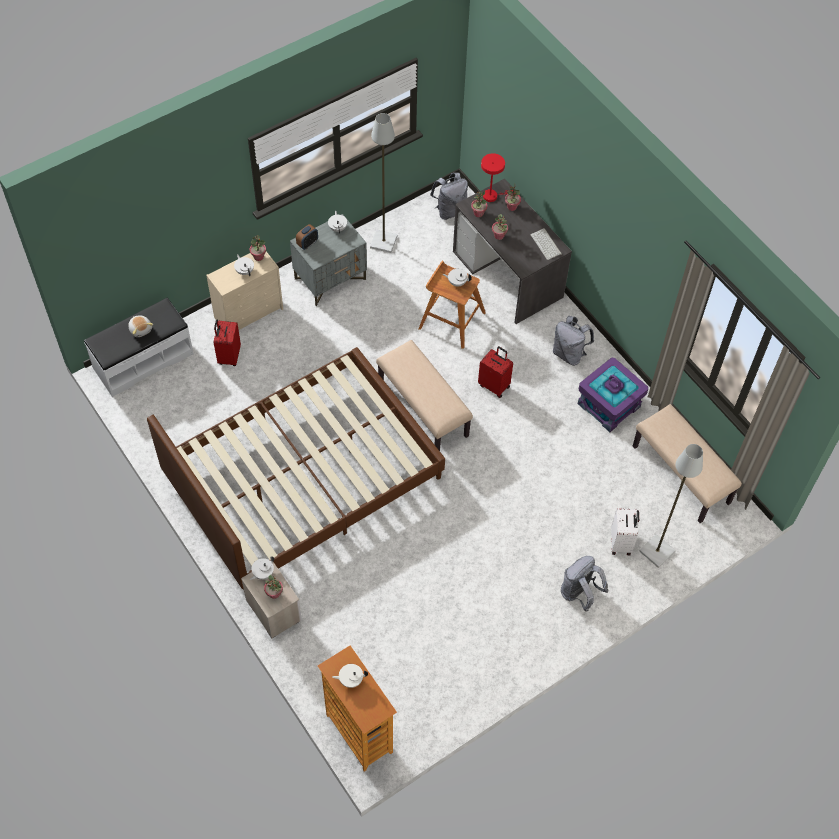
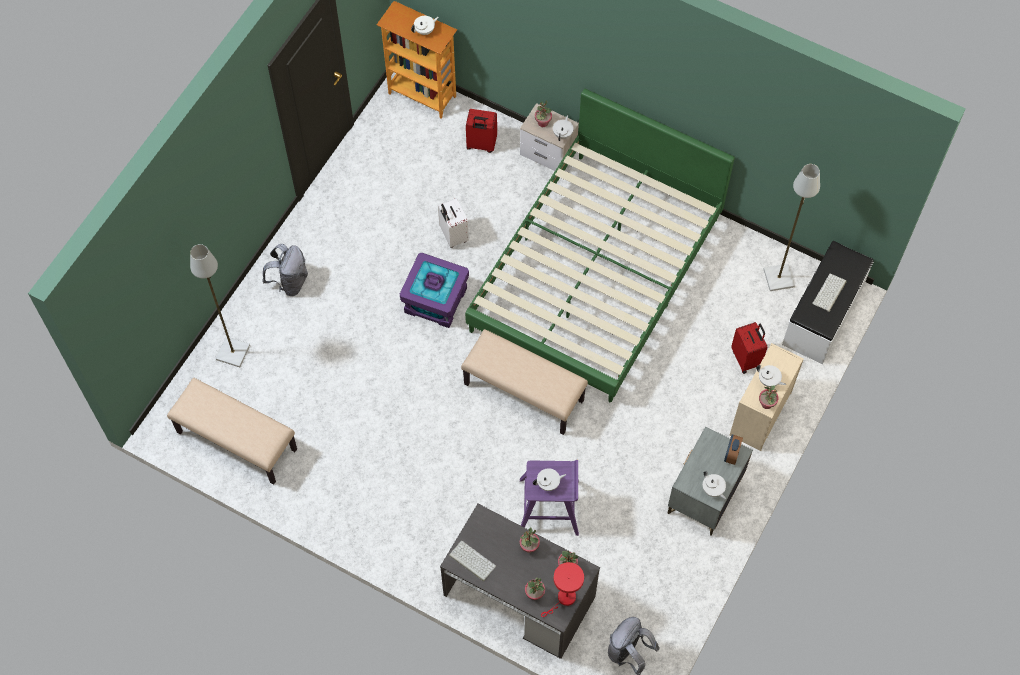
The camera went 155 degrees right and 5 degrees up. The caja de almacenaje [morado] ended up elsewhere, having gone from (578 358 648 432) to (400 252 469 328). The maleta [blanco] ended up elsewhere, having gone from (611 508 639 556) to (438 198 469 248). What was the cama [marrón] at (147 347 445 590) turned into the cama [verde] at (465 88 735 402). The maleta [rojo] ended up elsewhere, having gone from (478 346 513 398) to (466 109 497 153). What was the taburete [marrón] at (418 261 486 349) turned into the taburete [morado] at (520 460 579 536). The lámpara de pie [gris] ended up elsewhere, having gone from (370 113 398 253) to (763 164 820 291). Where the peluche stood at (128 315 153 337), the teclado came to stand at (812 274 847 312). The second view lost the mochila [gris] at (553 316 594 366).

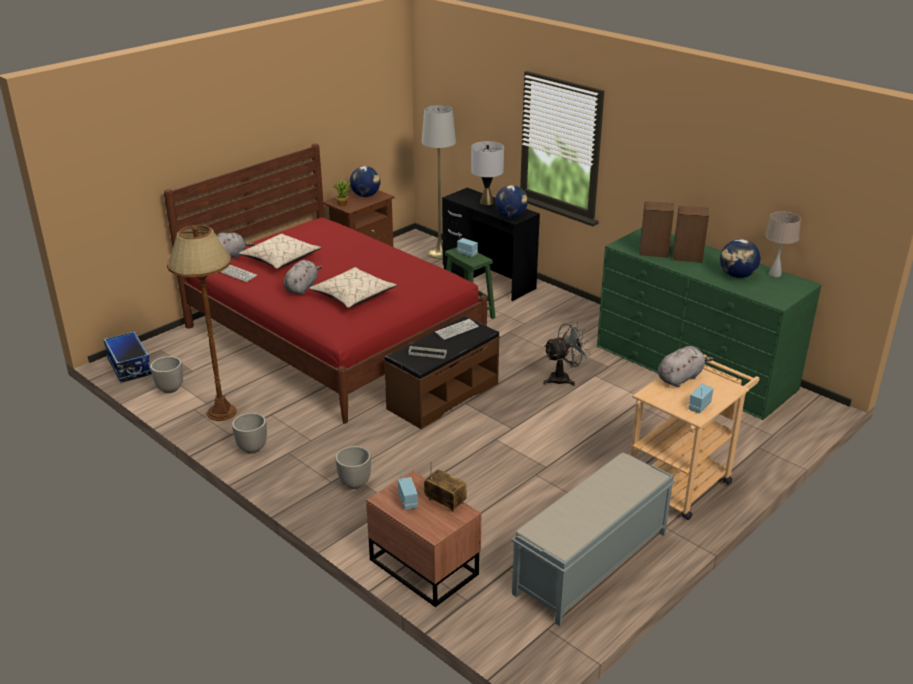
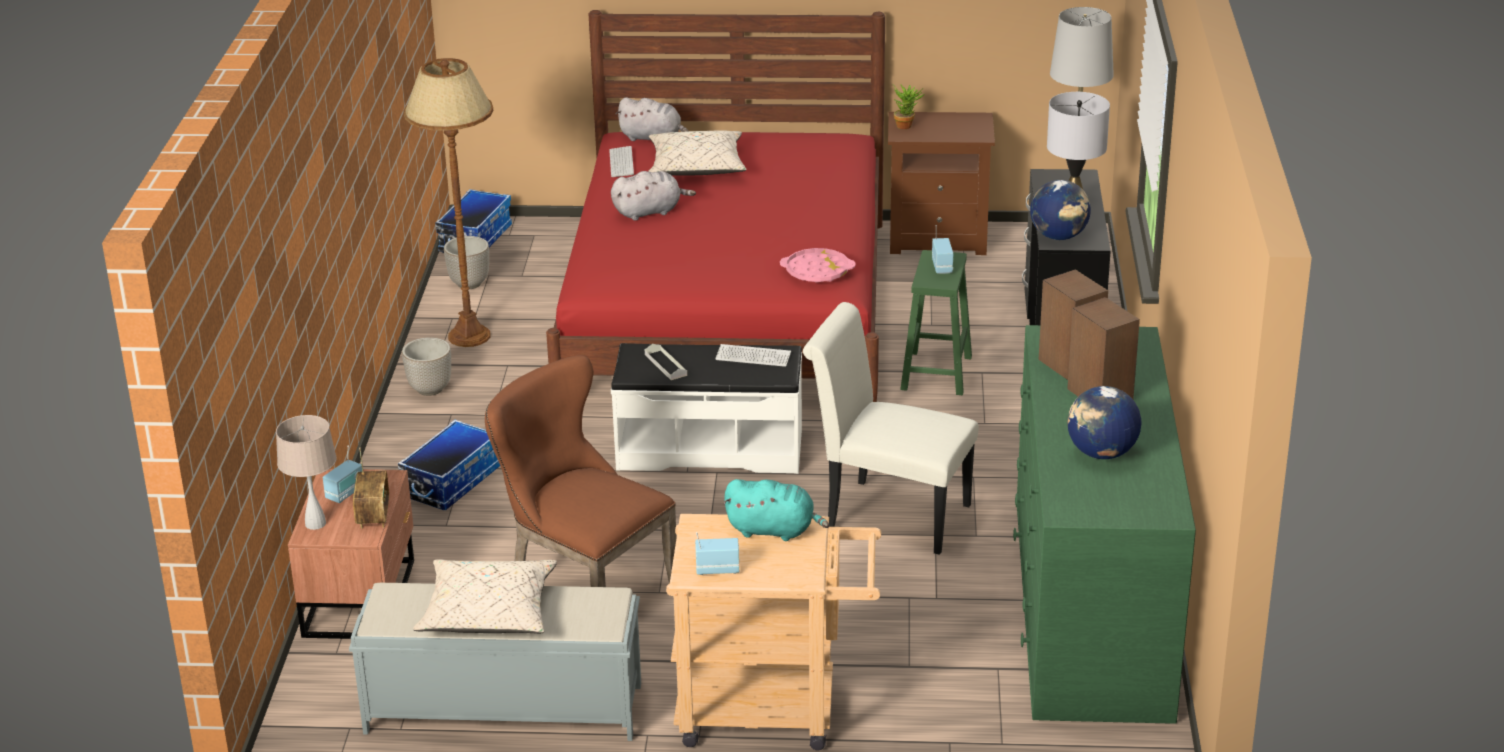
The camera went 50 degrees right and 0 degrees up. The lámpara de mesa [beis] ended up elsewhere, having gone from (765 211 801 277) to (276 415 337 530). Where the maceta stood at (336 446 371 489), the caja de almacenaje came to stand at (398 420 500 510). The cojín [beis] ended up elsewhere, having gone from (309 267 397 308) to (413 559 557 634). The second view gained the silla [marrón] at (485 355 677 587). What was the banco [marrón] at (384 316 500 429) turned into the banco [blanco] at (611 343 802 474). What was the peluche [gris] at (658 346 714 387) turned into the peluche [turquesa] at (723 479 829 541). The second view gained the bandeja [rosa] at (780 248 855 283). Where the ventilador [gris] stood at (543 322 590 386), the silla [blanco] came to stand at (803 302 979 555). The second view lost the globo terráqueo at (350 166 380 197).

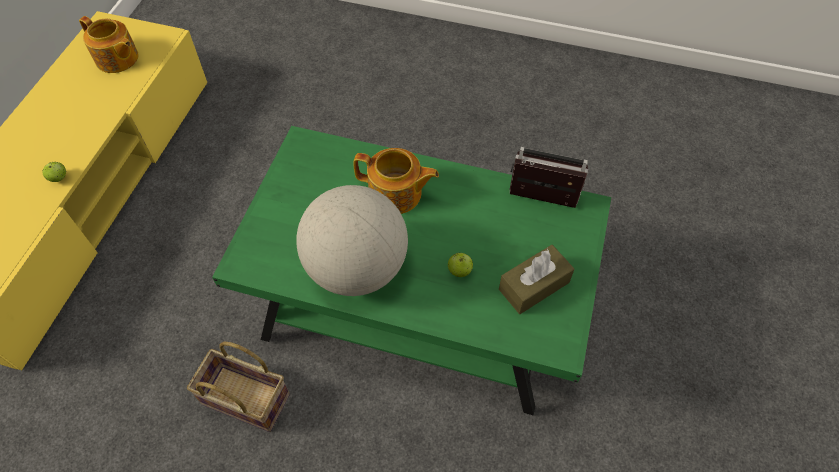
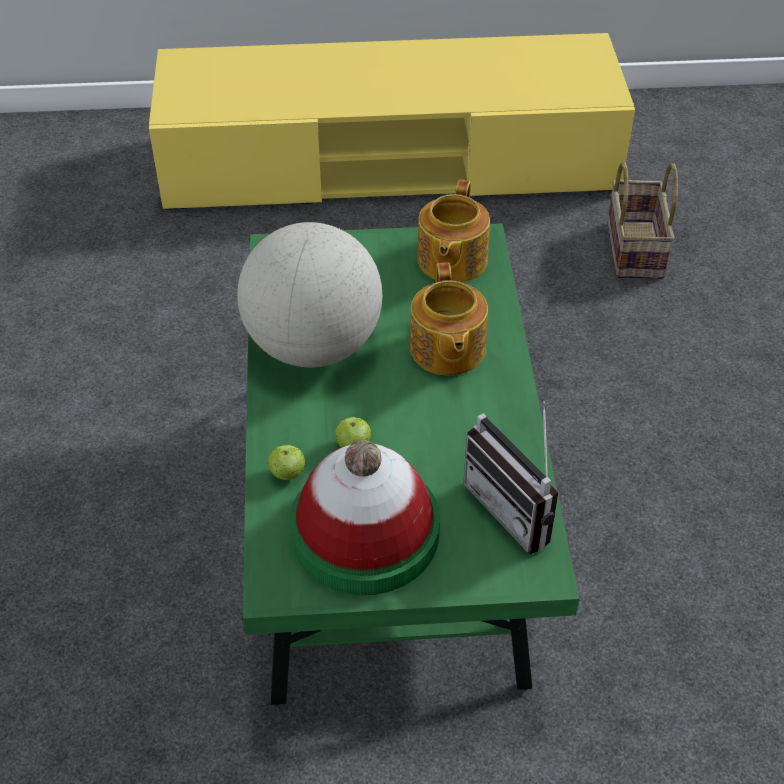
The camera went 70 degrees right and 10 degrees down. The manzana ended up elsewhere, having gone from (43 162 66 182) to (268 445 306 480). Where the caja de pañuelos [marrón] stood at (499 245 574 314), the sombrero came to stand at (290 440 440 595). The tetera ended up elsewhere, having gone from (79 16 138 73) to (417 179 490 282). The radio at (509 147 588 208) ended up facing another way, 150 degrees clockwise from before. The cesta ended up elsewhere, having gone from (187 342 290 432) to (607 162 678 279).

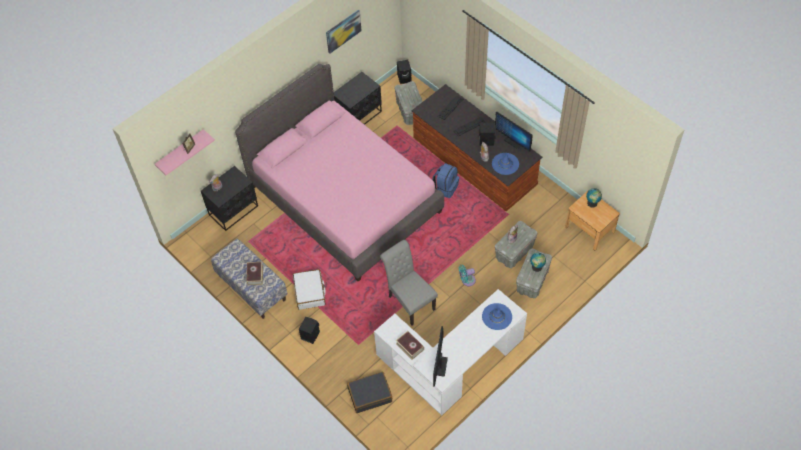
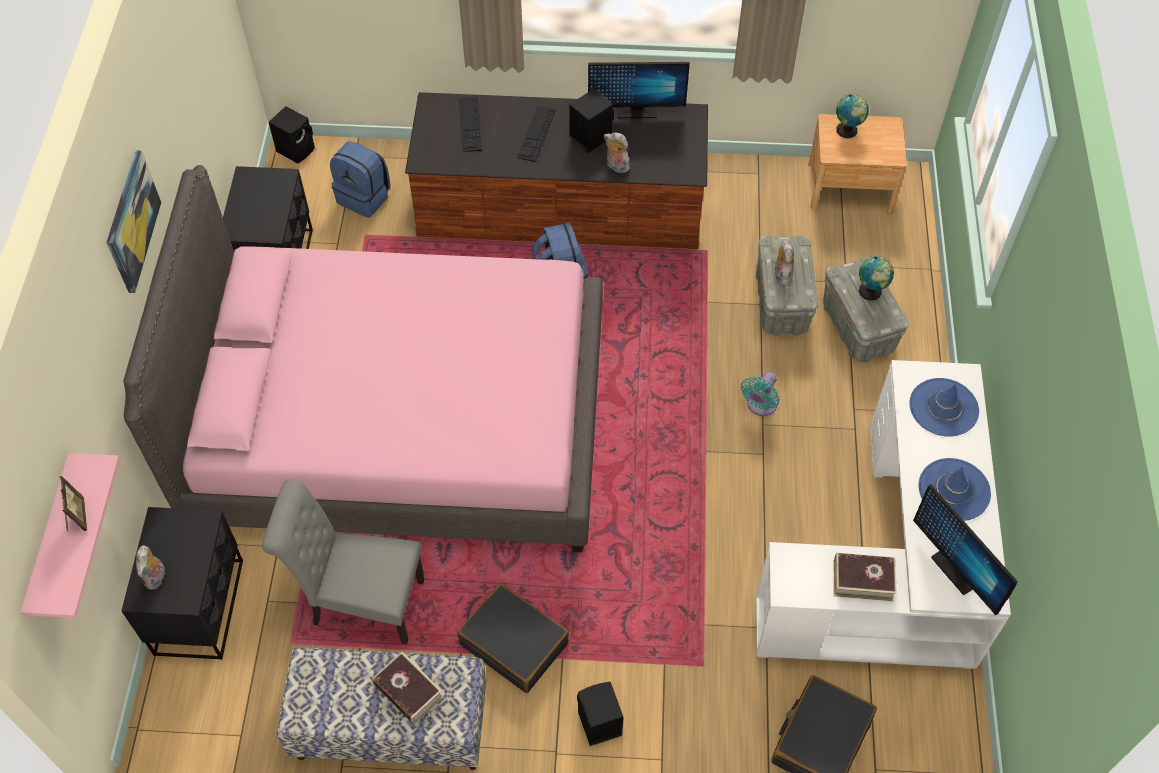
The camera went 45 degrees left and 0 degrees up. The cuadro ended up elsewhere, having gone from (326 10 362 54) to (106 150 161 293). The silla [gris] ended up elsewhere, having gone from (380 240 438 326) to (262 479 424 644). Where the caja de almacenaje [gris] stood at (394 81 423 125), the mochila [azul] came to stand at (330 141 390 218). What was the maleta [blanco] at (293 269 326 310) turned into the maleta [negro] at (457 583 569 693). The sombrero [azul] ended up elsewhere, having gone from (492 153 519 175) to (919 458 991 521).

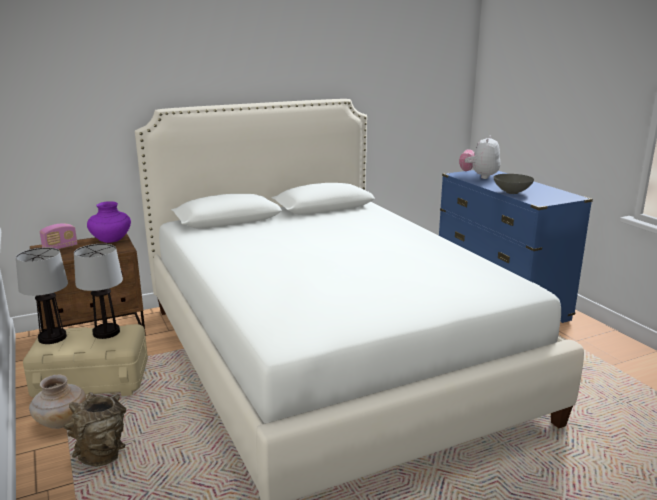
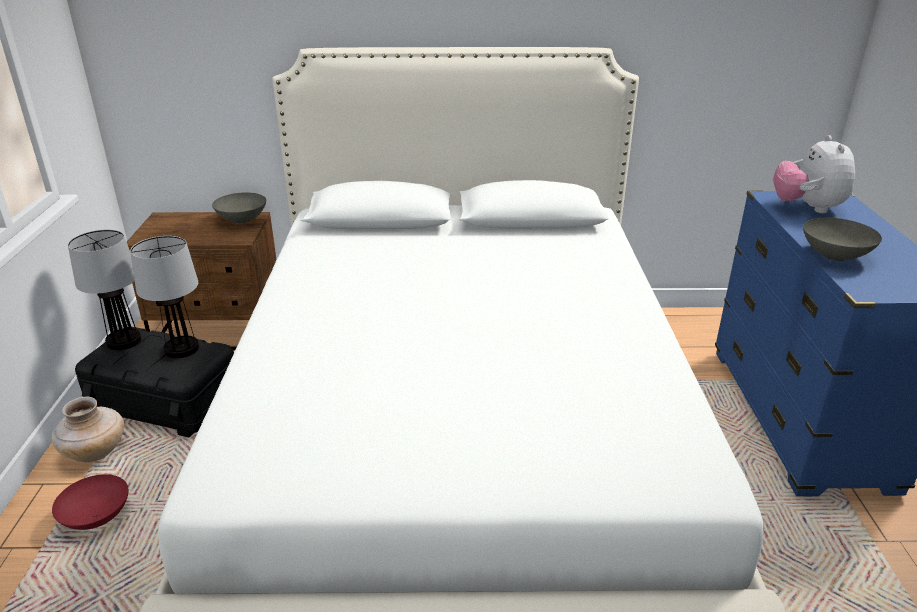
The camera went 25 degrees right and 10 degrees up. Where the florero [marrón] stood at (63 392 126 467), the cuenco [rojo] came to stand at (52 474 128 530). What was the caja de almacenaje [beis] at (23 324 148 398) turned into the caja de almacenaje [negro] at (75 327 234 438). Where the florero [morado] stood at (87 201 131 243), the cuenco [gris] came to stand at (212 192 266 224). The peluche at (459 136 500 179) ended up facing another way, 45 degrees counterclockwise from before. The second view lost the radio at (39 223 78 249).

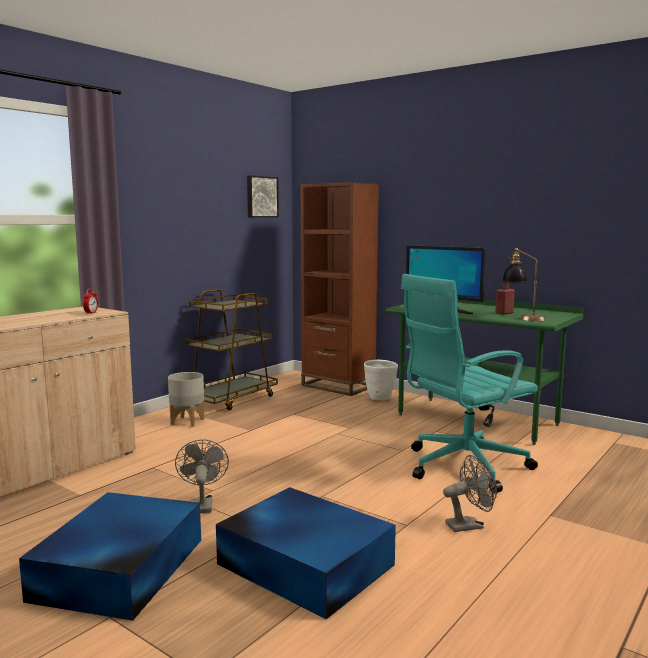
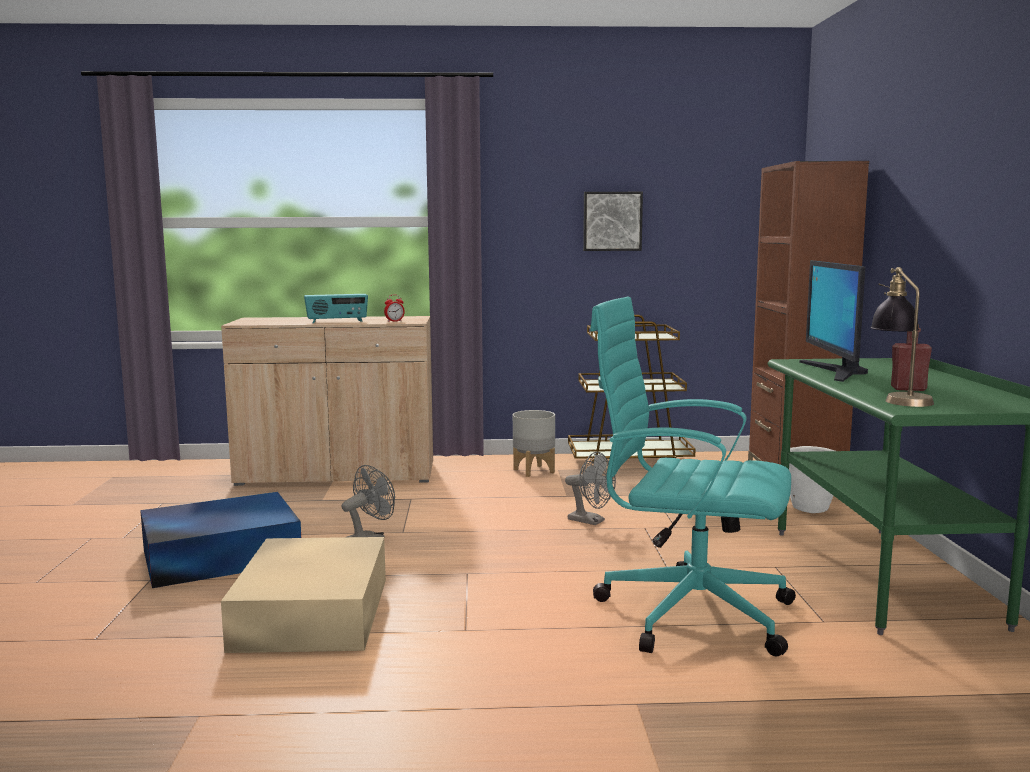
The camera went 50 degrees right and 0 degrees up. What was the caja de almacenaje [azul] at (216 487 396 619) turned into the caja de almacenaje [beis] at (221 537 386 653). The second view gained the radio at (304 294 368 323). The ventilador [gris] ended up elsewhere, having gone from (443 455 497 532) to (565 452 616 525). The cuadro ended up elsewhere, having gone from (247 175 279 218) to (583 192 643 251).

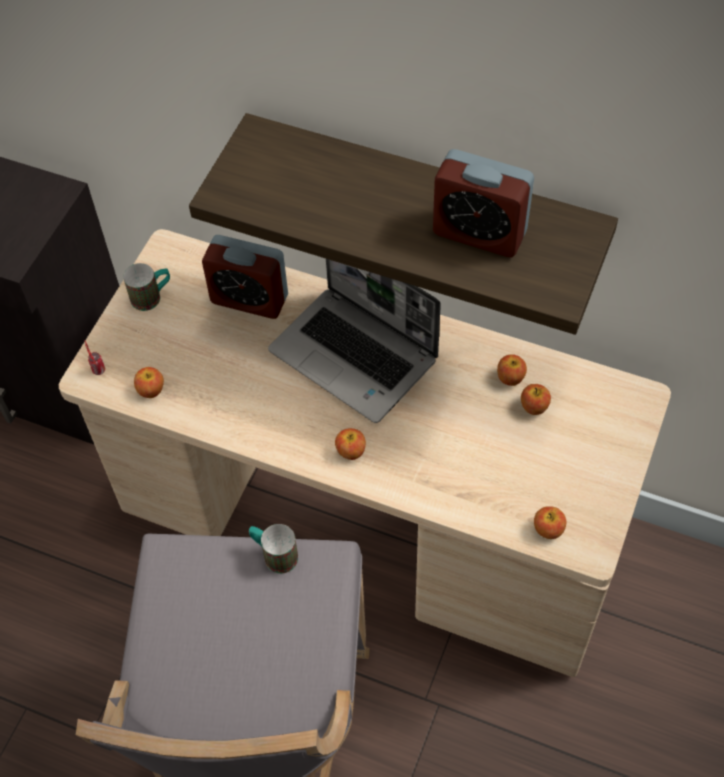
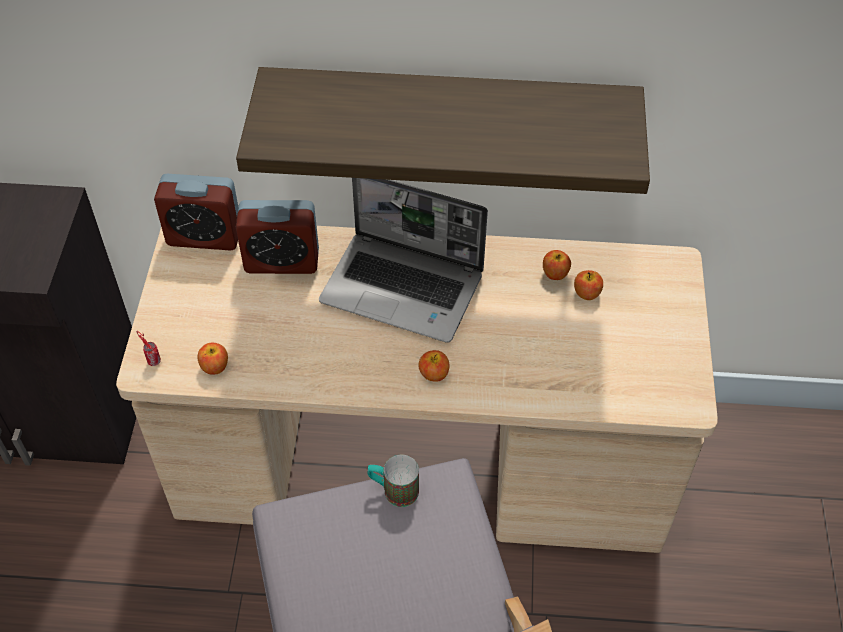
The camera went 20 degrees left and 5 degrees down. The despertador ended up elsewhere, having gone from (433 149 534 257) to (154 174 238 251). The second view lost the taza grande at (123 263 170 311). The second view lost the manzana at (534 506 566 539).

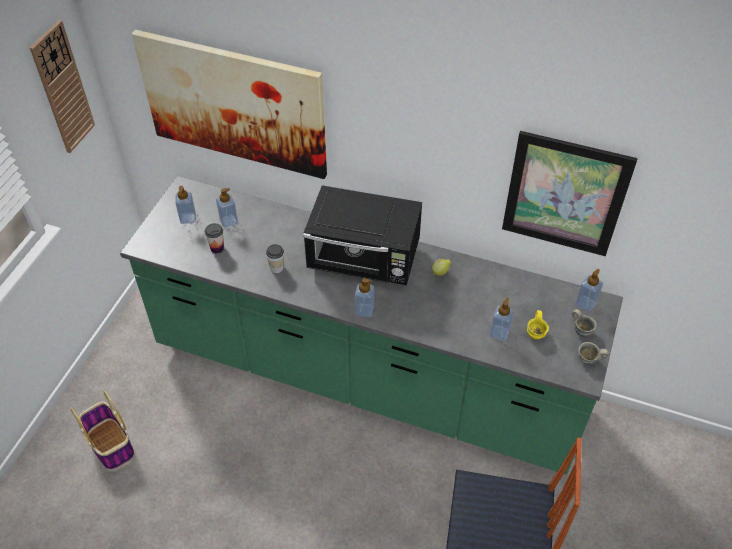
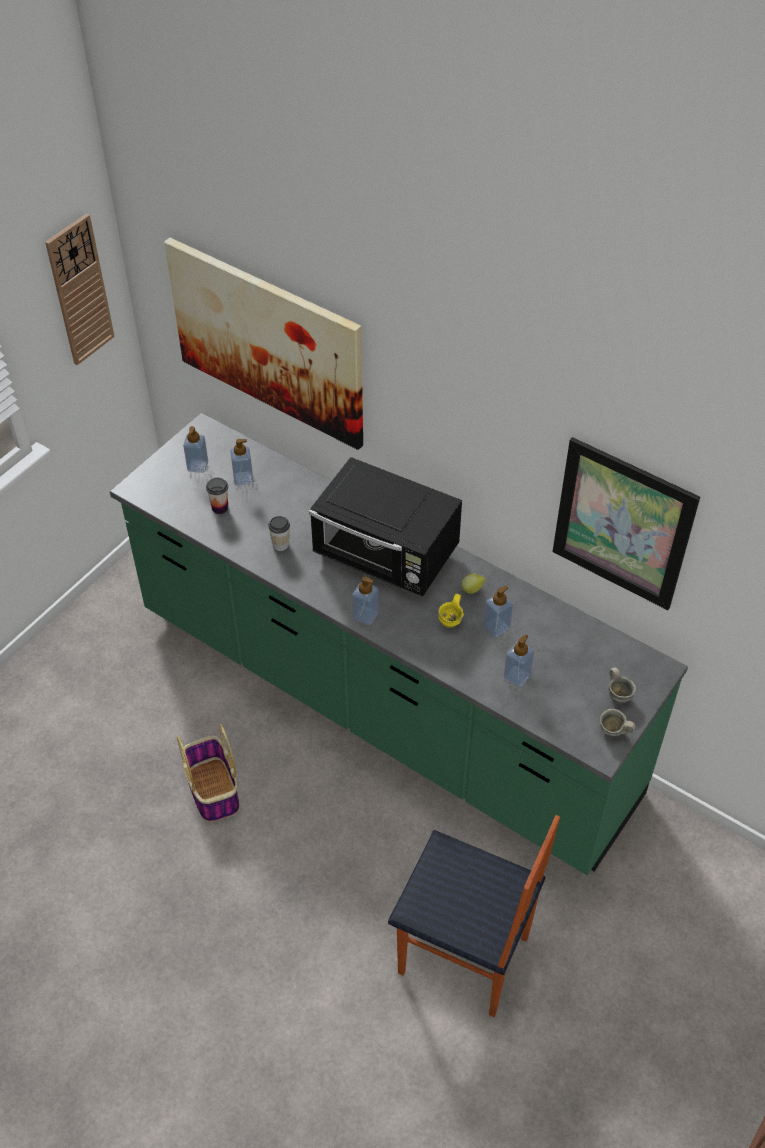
The camera went 15 degrees right and 0 degrees up. The cesta ended up elsewhere, having gone from (71 390 134 470) to (177 724 239 822). The taza grande [amarillo] ended up elsewhere, having gone from (527 310 549 340) to (438 594 464 628). The dispensador de jabón ended up elsewhere, having gone from (575 269 603 312) to (483 586 513 637).

